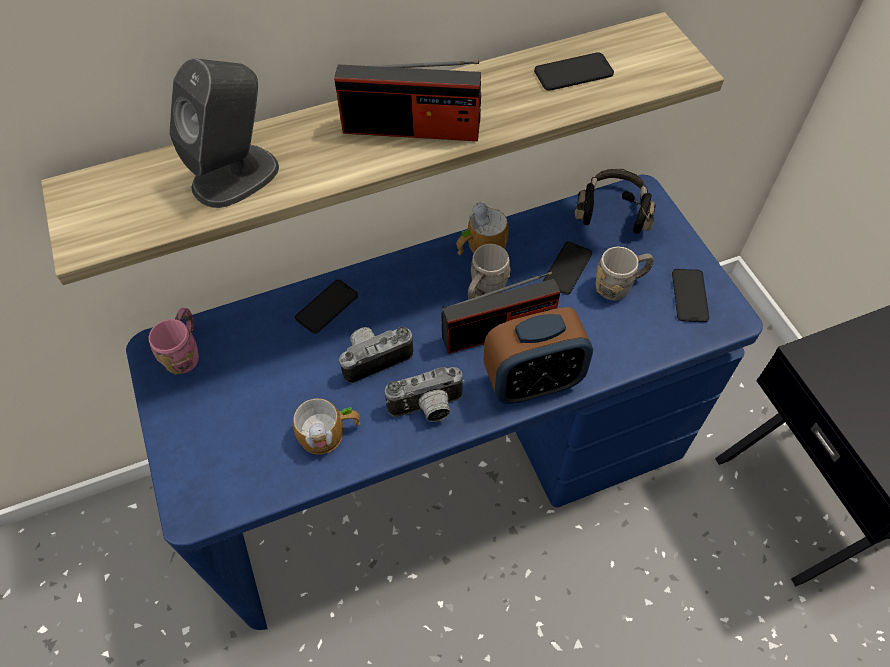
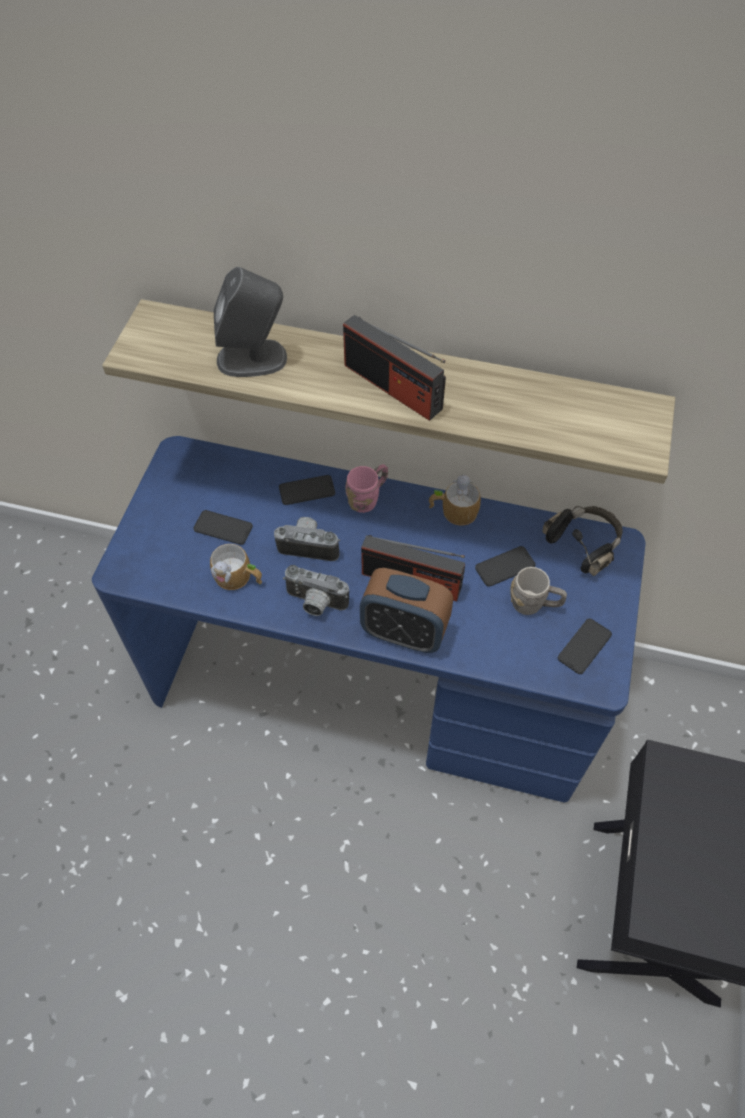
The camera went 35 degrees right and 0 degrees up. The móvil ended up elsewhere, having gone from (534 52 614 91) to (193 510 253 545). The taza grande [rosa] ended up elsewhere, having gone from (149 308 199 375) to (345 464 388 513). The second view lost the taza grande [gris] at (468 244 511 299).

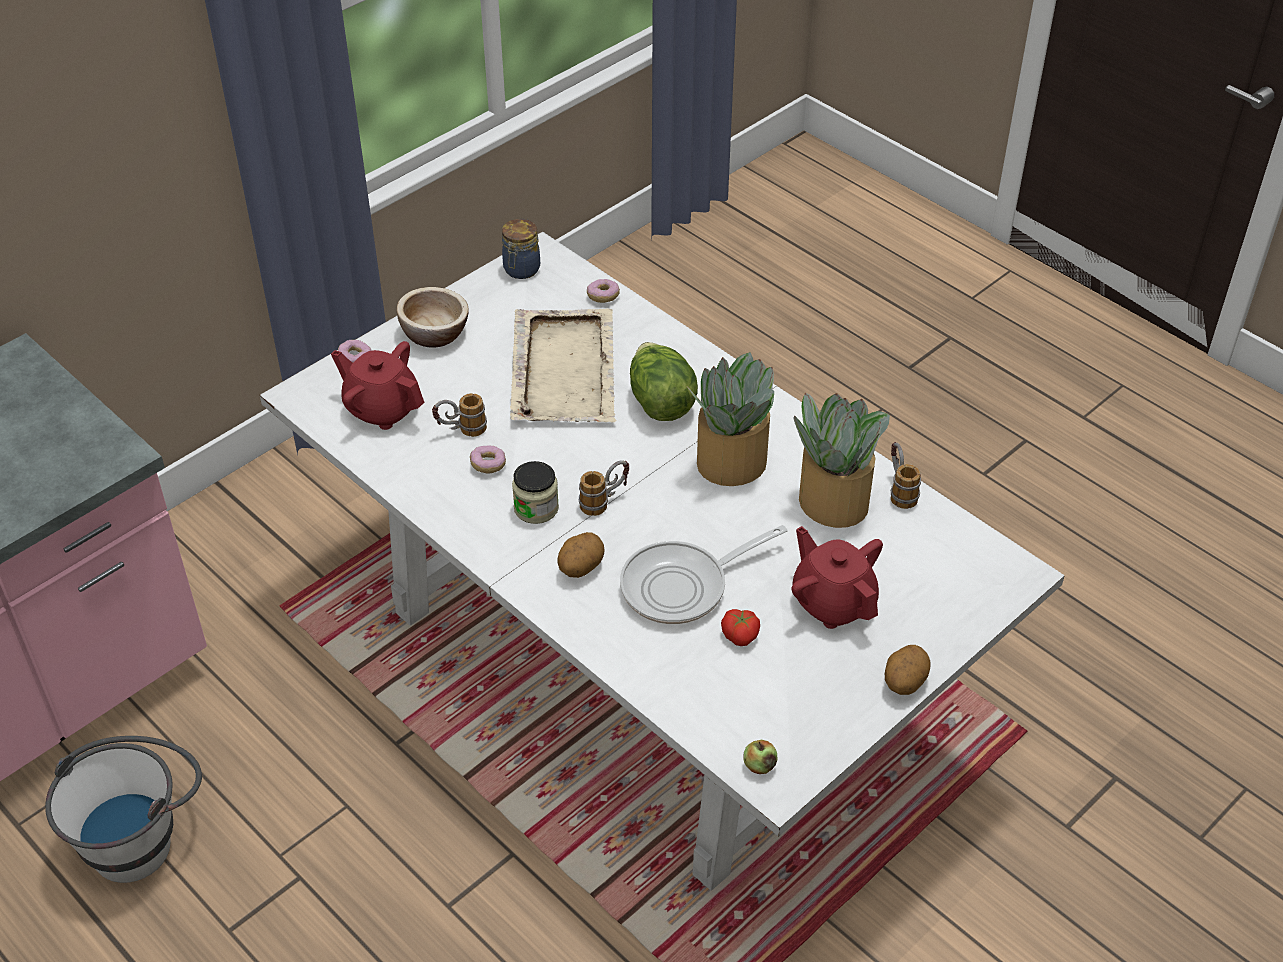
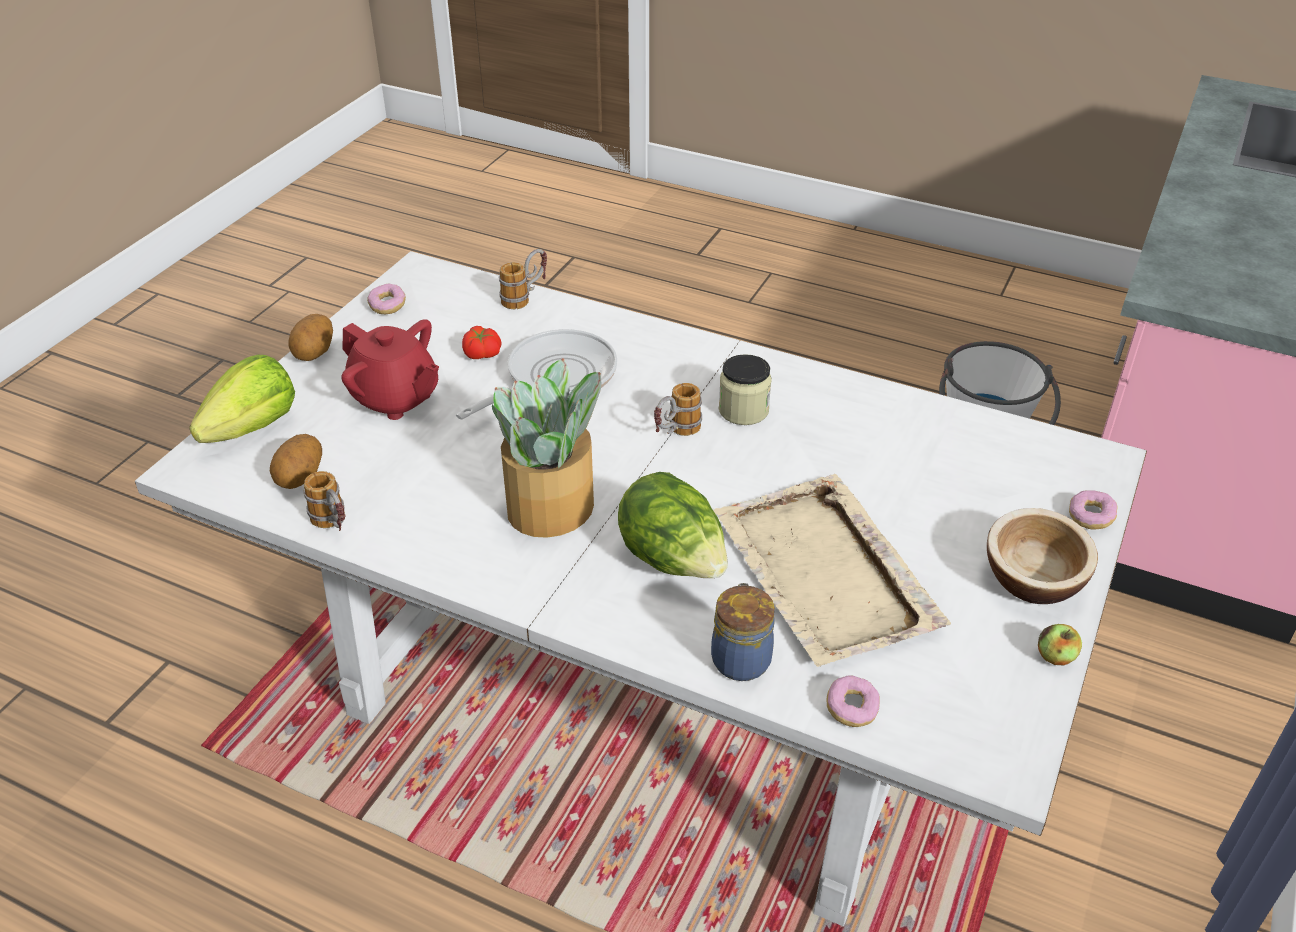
The camera went 160 degrees right and 5 degrees down. The second view gained the lechuga at (189 355 295 443). The patata ended up elsewhere, having gone from (557 532 605 578) to (270 434 322 489). The rosquilla ended up elsewhere, having gone from (470 446 506 473) to (367 284 406 314). The taza grande ended up elsewhere, having gone from (432 393 487 437) to (499 249 547 309). The tarro ended up elsewhere, having gone from (502 219 540 279) to (711 583 775 681). The manzana ended up elsewhere, having gone from (743 740 777 774) to (1038 624 1082 666). The second view lost the tetera [rojo] at (331 341 425 430). The second view lost the planta en maceta at (794 393 890 528).

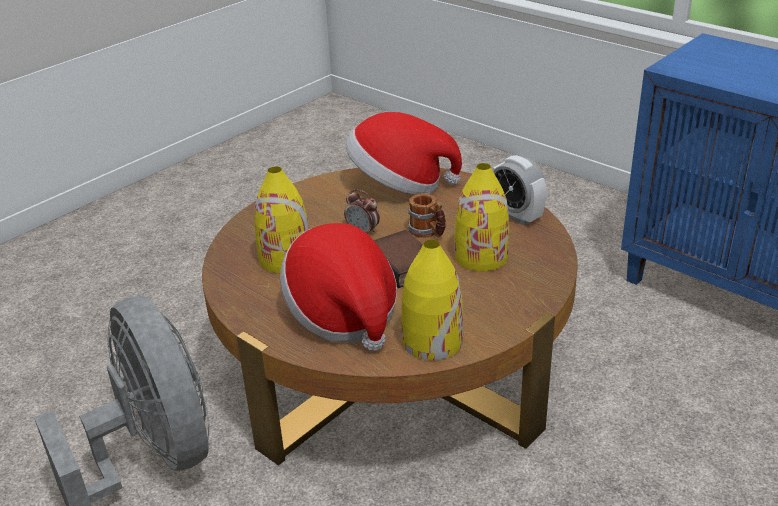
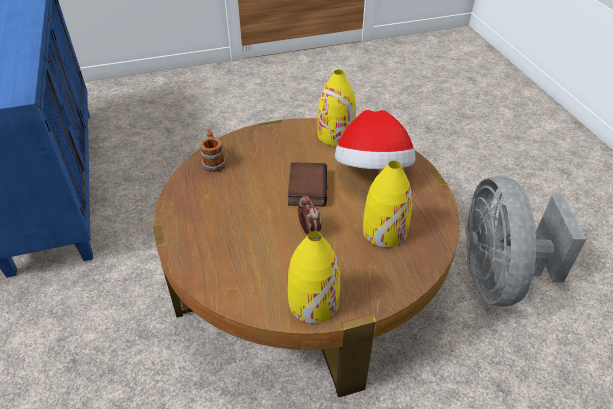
The camera went 150 degrees left and 10 degrees up. The taza grande ended up elsewhere, having gone from (408 193 446 238) to (200 129 226 172). The florero [amarillo] ended up elsewhere, having gone from (454 163 509 271) to (288 231 340 323). The second view lost the sombrero at (346 112 462 195). The second view lost the despertador at (492 155 546 225).

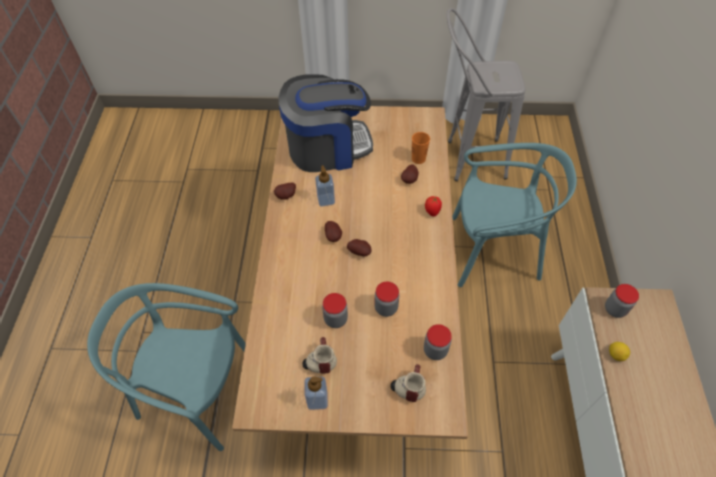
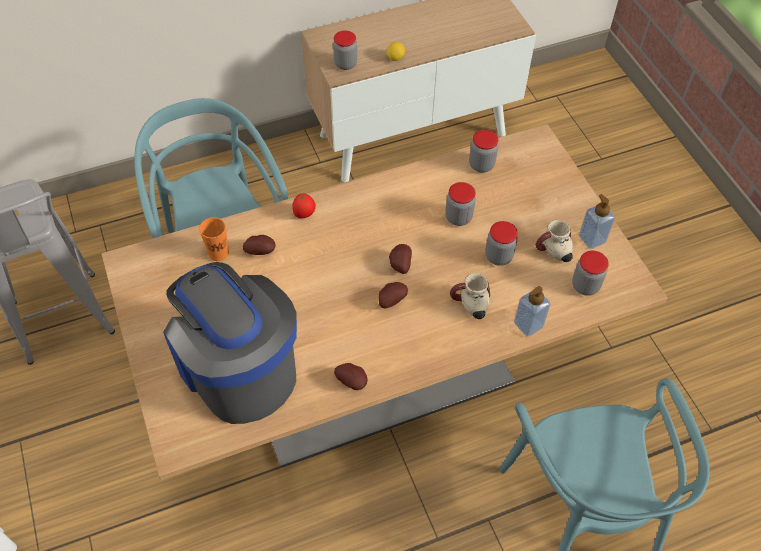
The camera went 115 degrees left and 0 degrees up. The taza grande ended up elsewhere, having gone from (390 364 426 402) to (450 273 490 319). The dispensador de jabón ended up elsewhere, having gone from (315 165 335 207) to (514 286 551 336). The second view gained the tarro at (572 251 609 296).

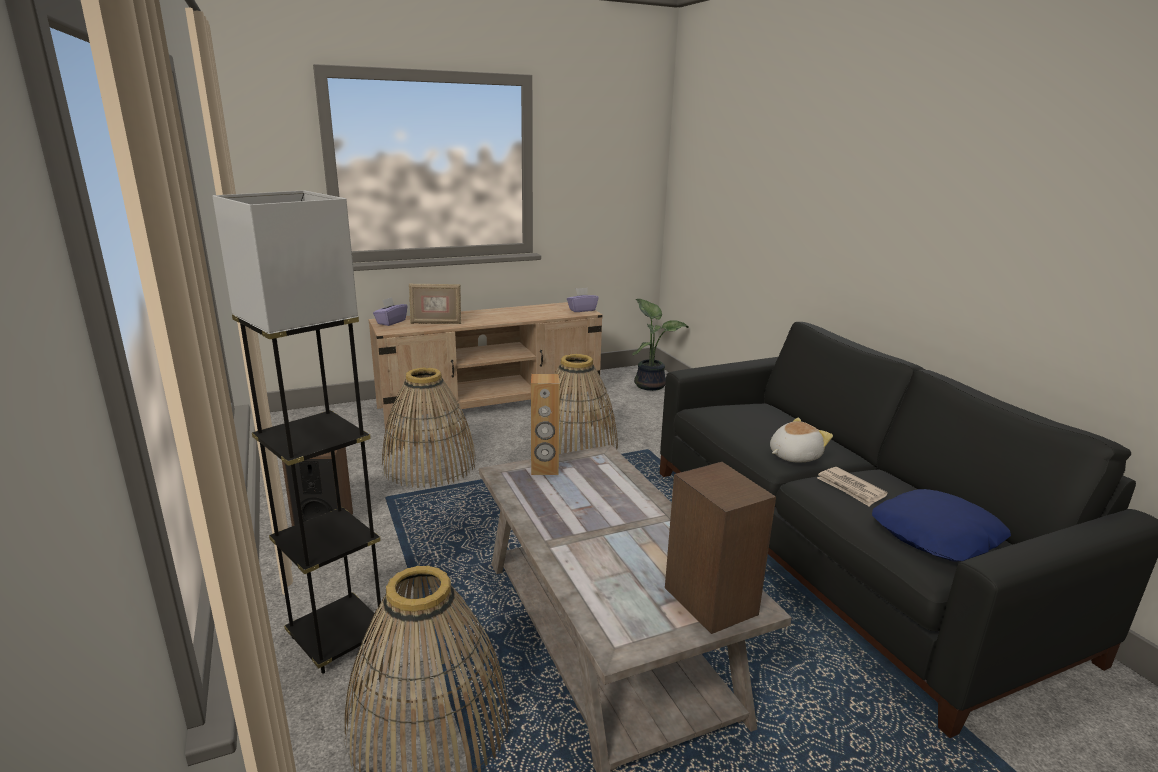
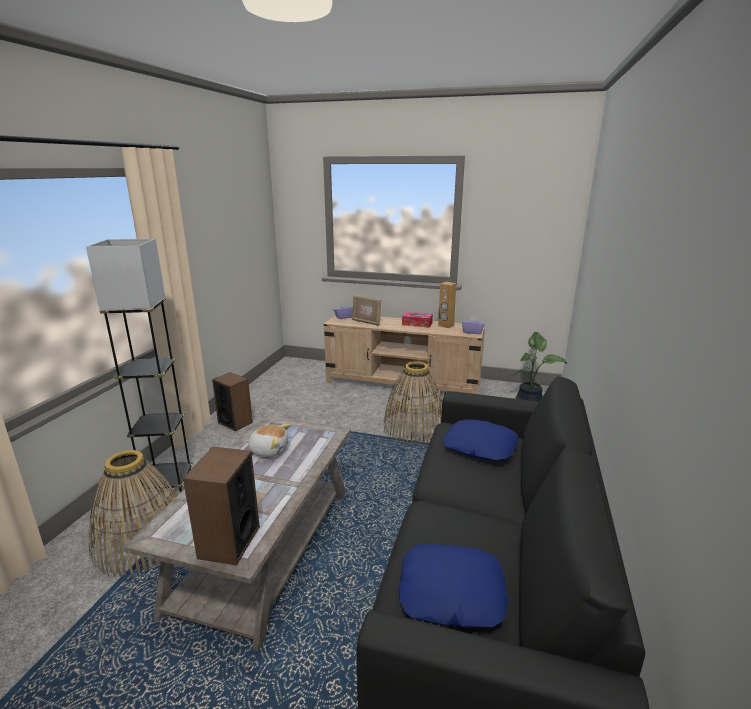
The camera went 40 degrees right and 0 degrees up. The peluche ended up elsewhere, having gone from (770 418 833 462) to (246 424 290 457). The second view gained the caja de pañuelos at (402 312 433 328). The altavoz [marrón] ended up elsewhere, having gone from (531 374 560 475) to (438 282 456 328). The second view gained the cojín [azul] at (443 419 519 461). The second view lost the cesta at (382 367 476 488). The second view lost the periódico at (817 467 888 506).

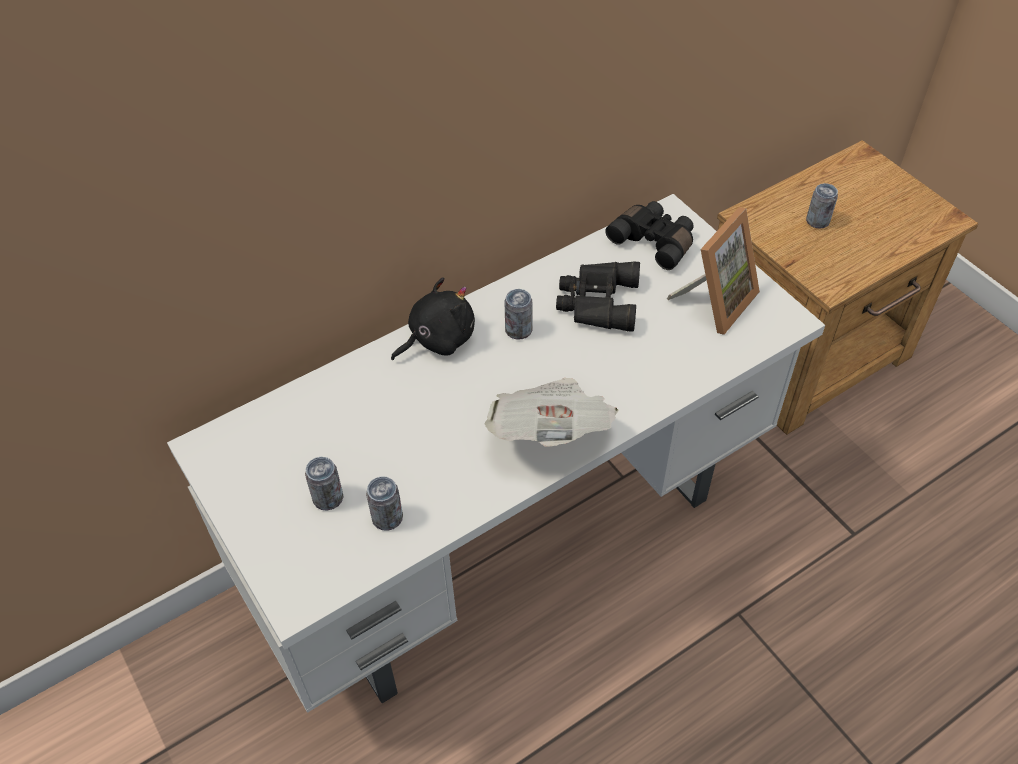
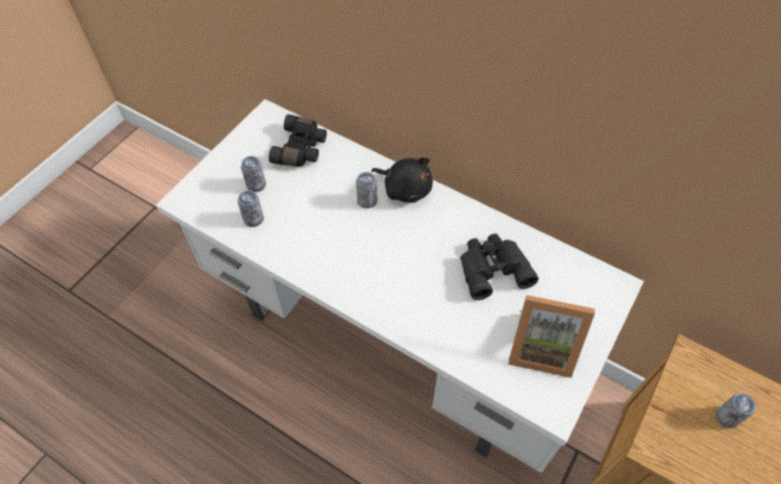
The camera went 65 degrees right and 5 degrees up. The prismáticos [negro] ended up elsewhere, having gone from (605 201 694 270) to (269 114 327 167). The lata ended up elsewhere, having gone from (504 289 533 340) to (356 172 377 208). The second view lost the periódico at (484 378 619 447).

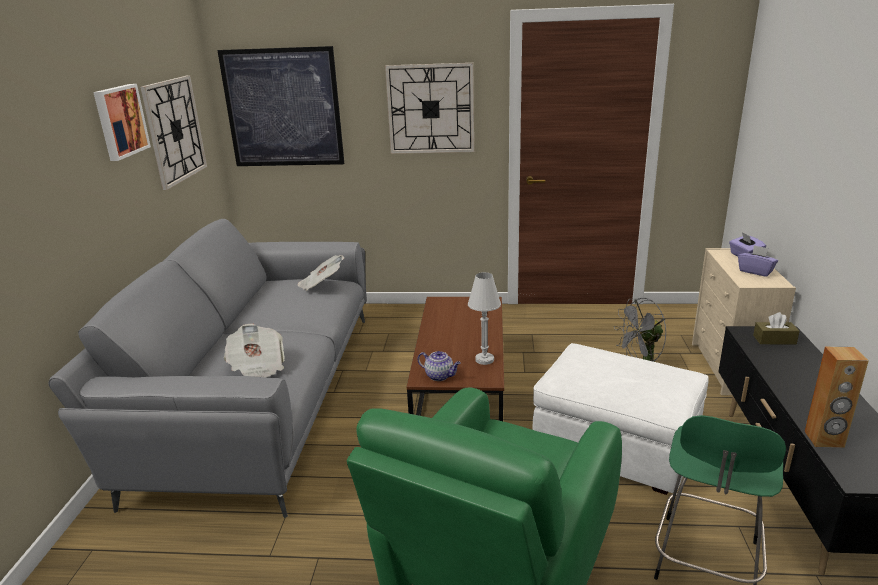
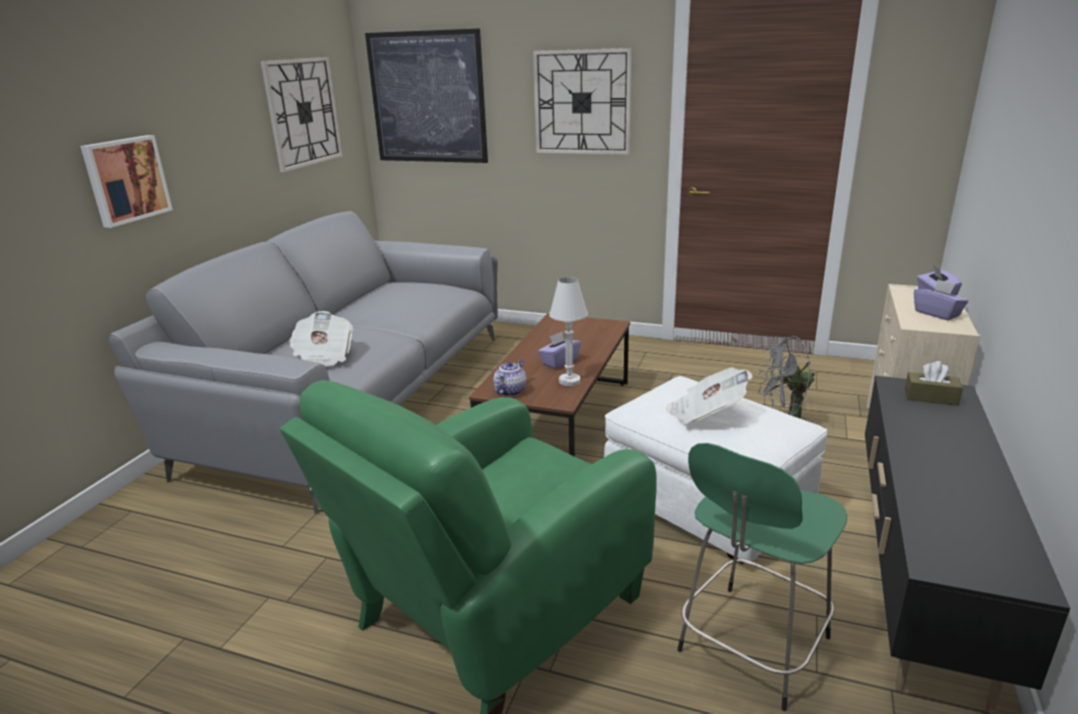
The camera went 15 degrees right and 0 degrees up. The cuadro ended up elsewhere, having gone from (93 84 151 161) to (80 135 173 228). The tetera at (418 351 461 381) ended up facing another way, 105 degrees counterclockwise from before. The second view gained the caja de pañuelos [morado] at (538 331 581 369). The periódico ended up elsewhere, having gone from (297 255 344 291) to (666 367 753 424). The second view lost the altavoz [marrón] at (805 347 869 448).

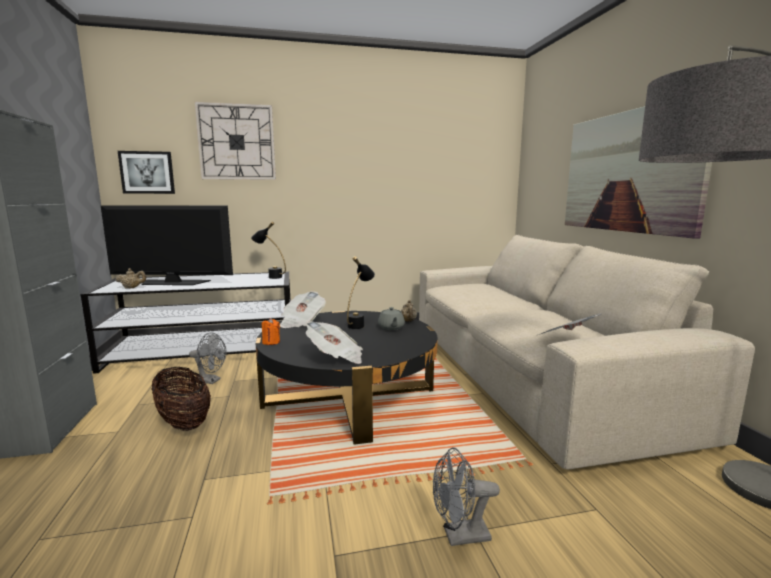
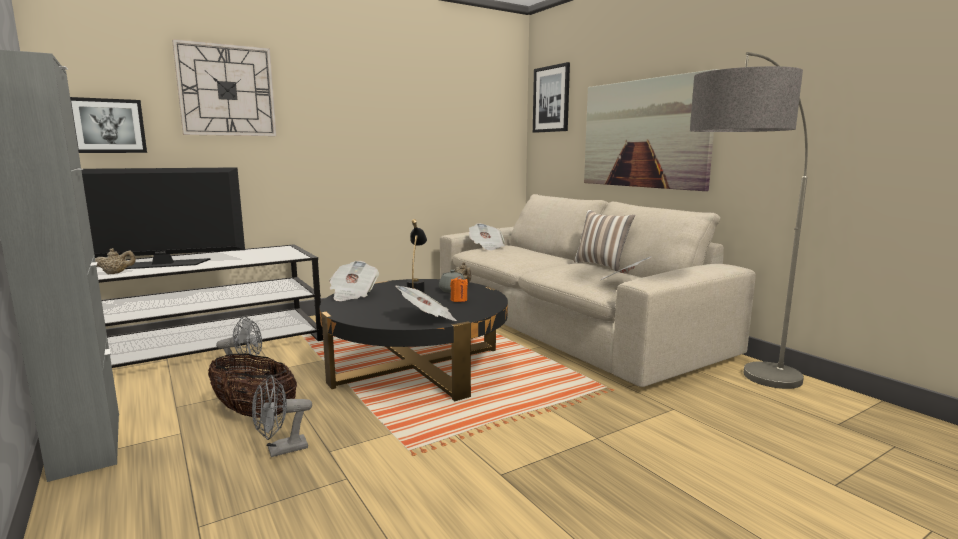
The camera went 20 degrees left and 0 degrees up. The ventilador [gris] ended up elsewhere, having gone from (433 447 500 546) to (252 375 312 457). The vela [naranja] ended up elsewhere, having gone from (261 318 280 345) to (450 276 468 302). The second view gained the periódico at (469 223 505 251). The second view gained the cuadro at (533 62 570 133). The second view gained the cojín at (574 210 635 271). The second view lost the lámpara de mesa [negro] at (251 222 286 279).

